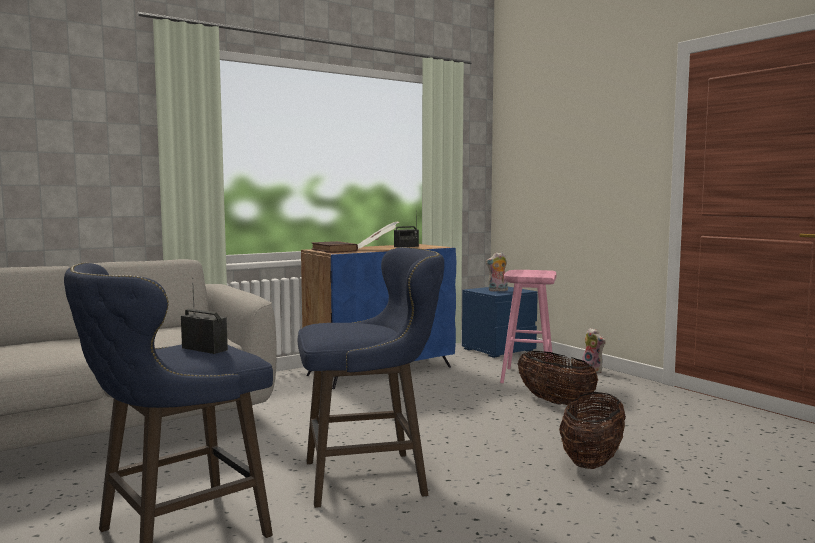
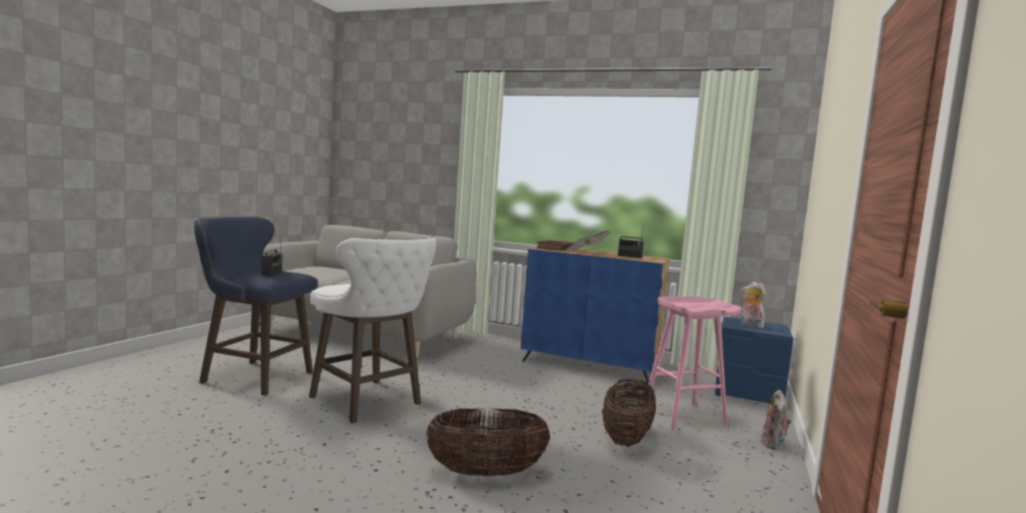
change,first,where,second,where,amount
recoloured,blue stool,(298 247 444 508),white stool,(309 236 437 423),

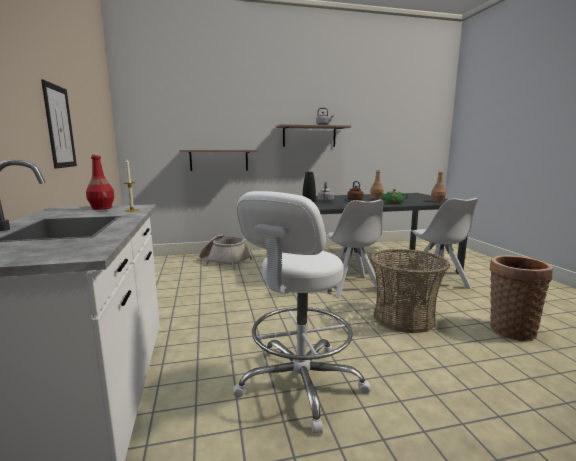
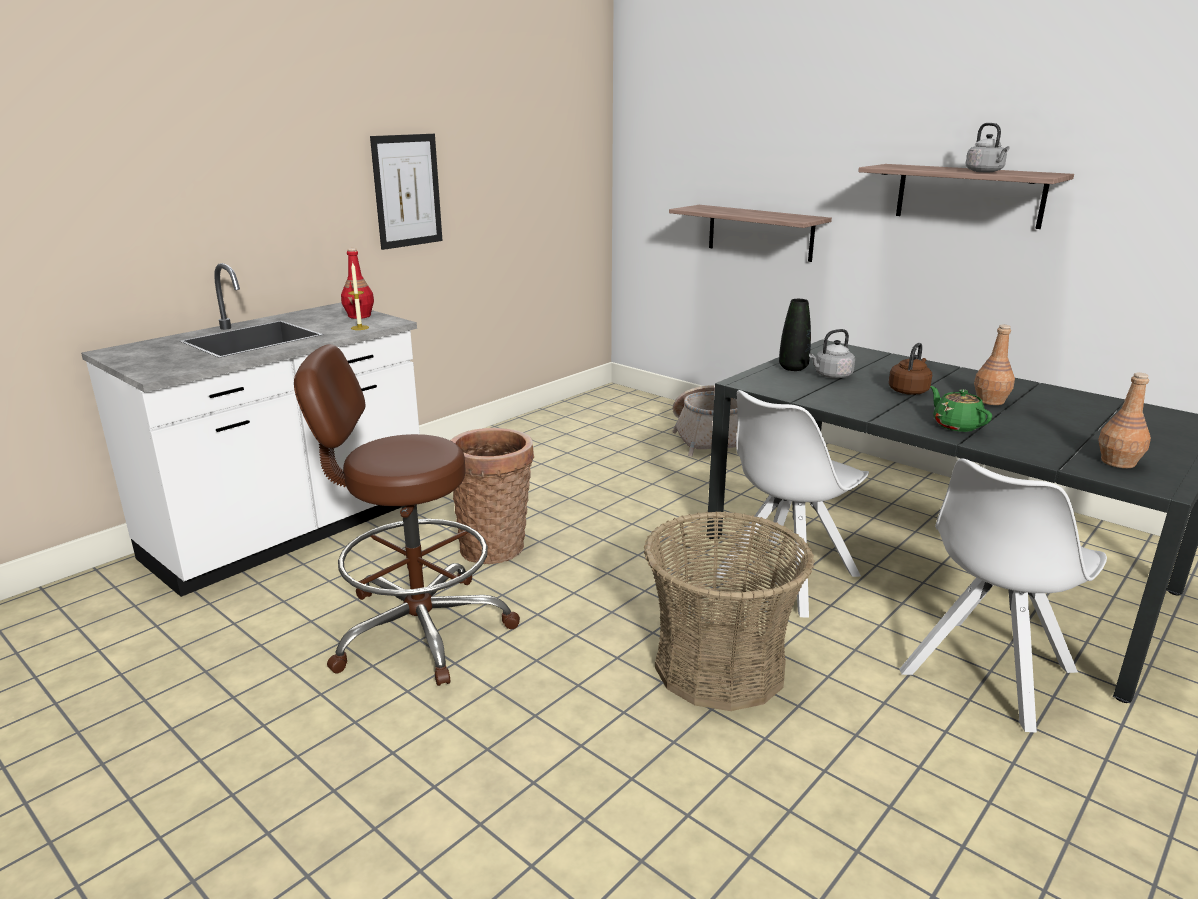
change,first,where,second,where,amount
recoloured,white stool,(233 191 371 434),brown stool,(294 344 520 686),
moved,basket,(490 255 553 341),,(450 428 534 564),

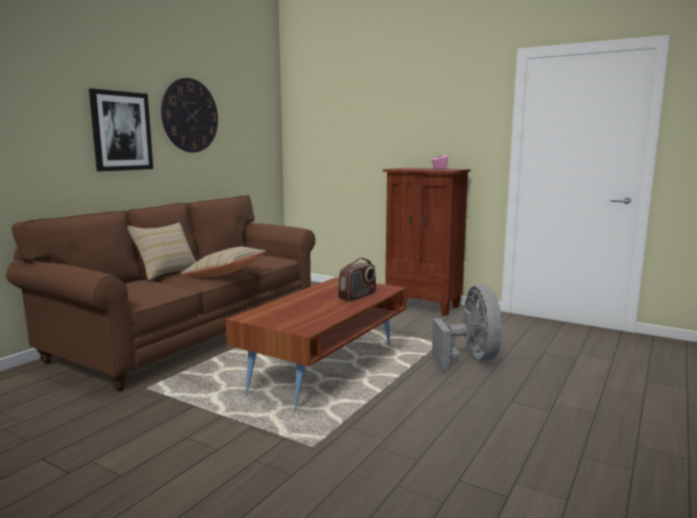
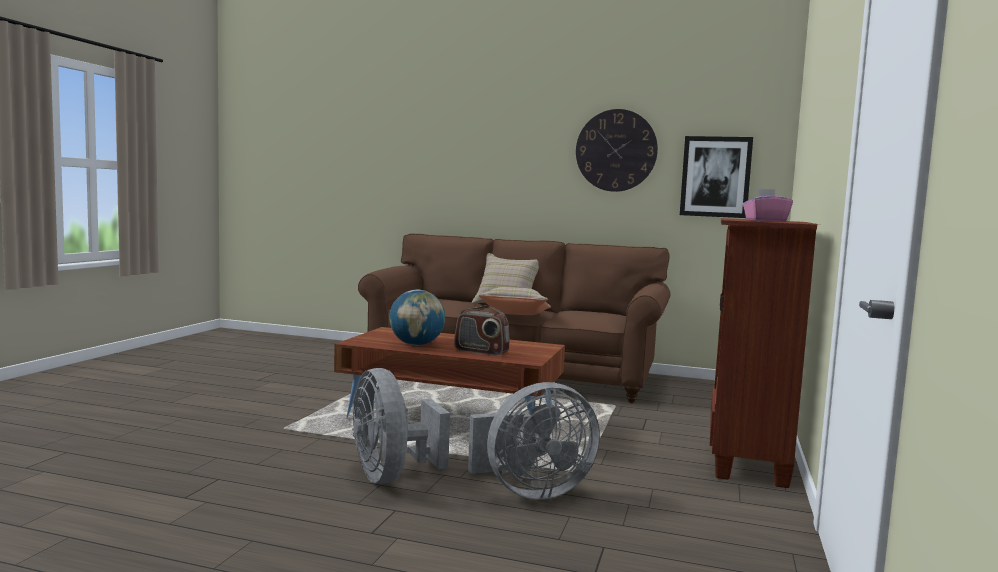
change,first,where,second,where,amount
moved,picture,(89 88 153 171),,(680 136 753 218),
added,,,globe,(389 290 445 345),
added,,,grey fan,(352 368 450 484),

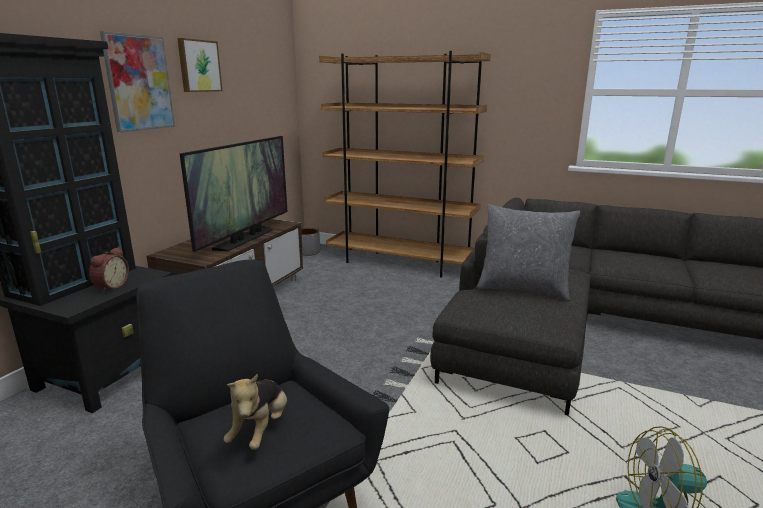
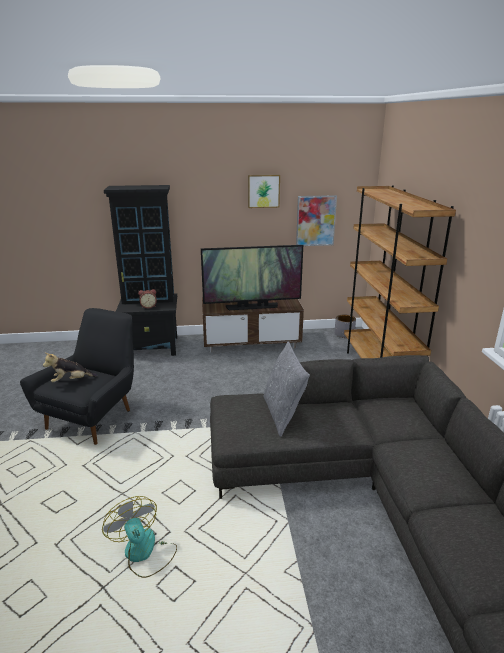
change,first,where,second,where,amount
moved,picture,(100 31 175 132),,(296 195 337 246),

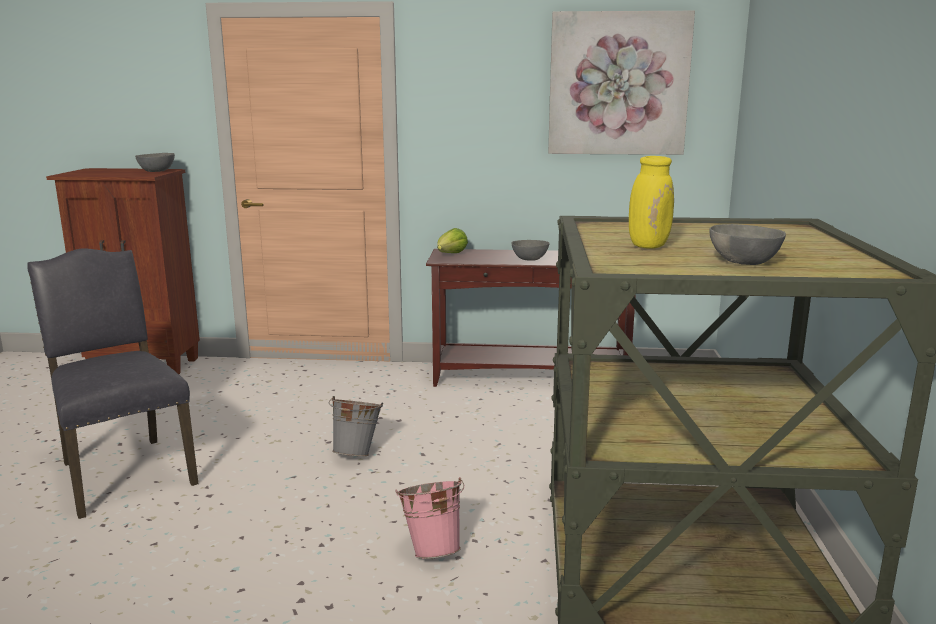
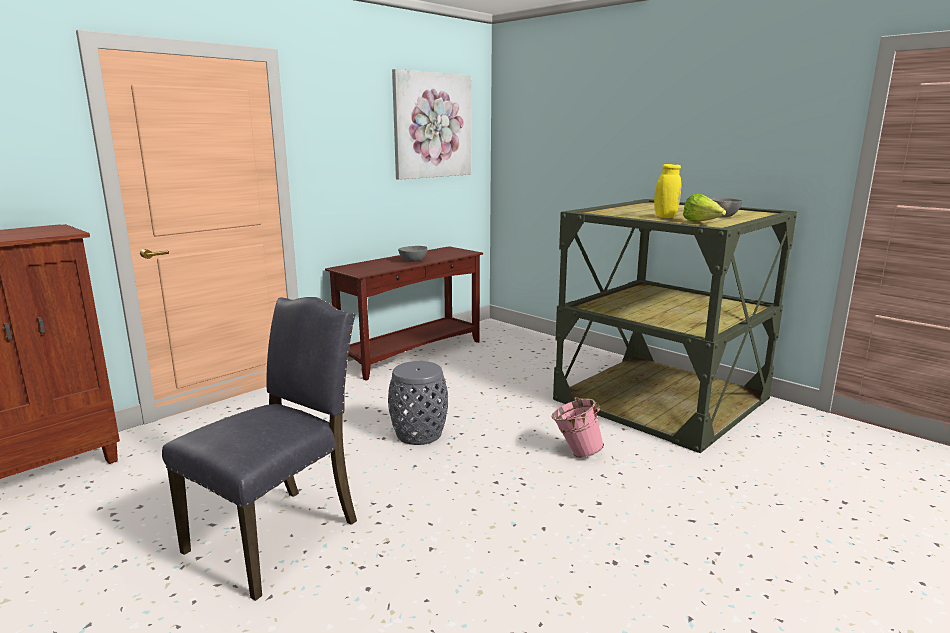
change,first,where,second,where,amount
removed,grey bowl,(135 153 175 172),,,
moved,lettuce,(437 228 468 253),,(683 193 726 222),
turned,grey chair,(27 248 198 519),,(162 297 357 601),120 degrees clockwise
replaced,grey bucket,(329 396 383 456),grey stool,(388 361 448 445),

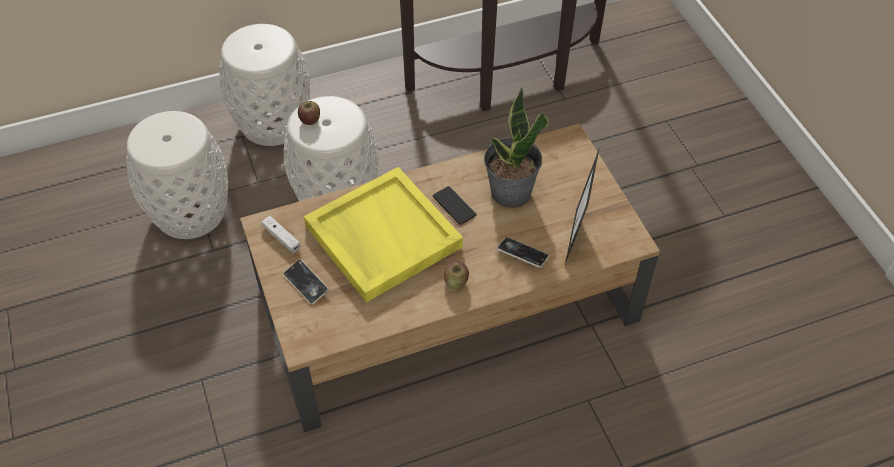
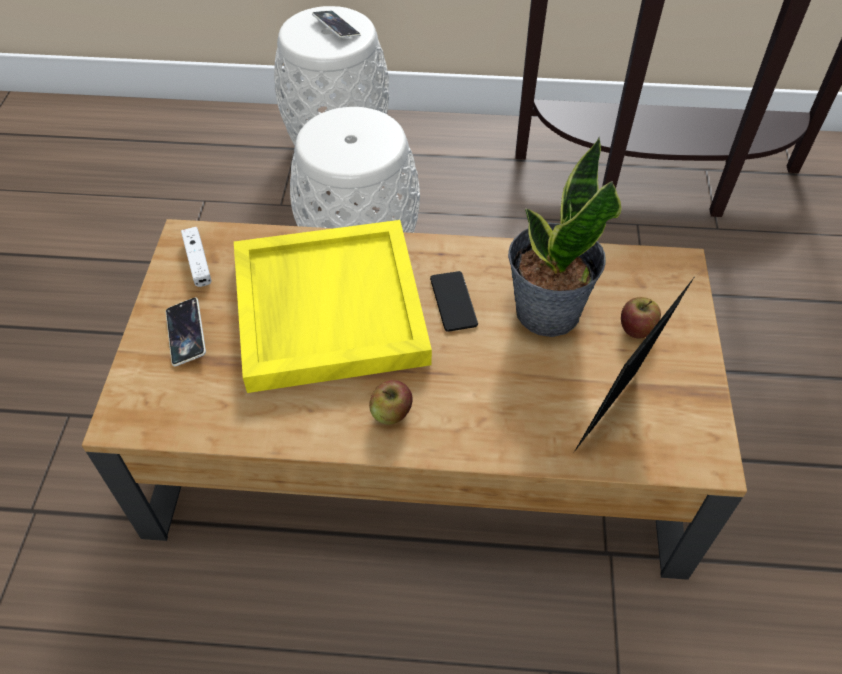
change,first,where,second,where,amount
moved,apple,(298 101 320 125),,(621 297 661 338),
removed,white stool,(126 111 228 239),,,
moved,phone,(497 237 549 268),,(312 11 361 38),

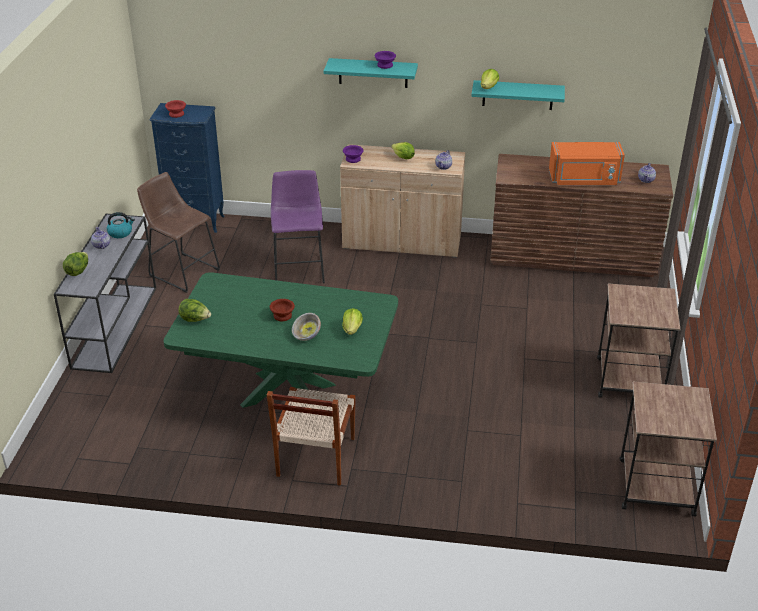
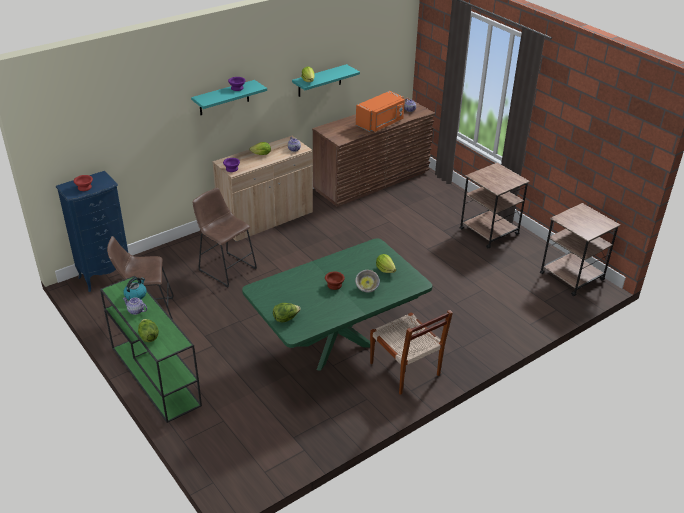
change,first,where,second,where,amount
recoloured,purple stool,(271 170 325 283),brown stool,(192 188 257 288),
recoloured,grey console table,(54 214 156 373),green console table,(100 276 202 423),

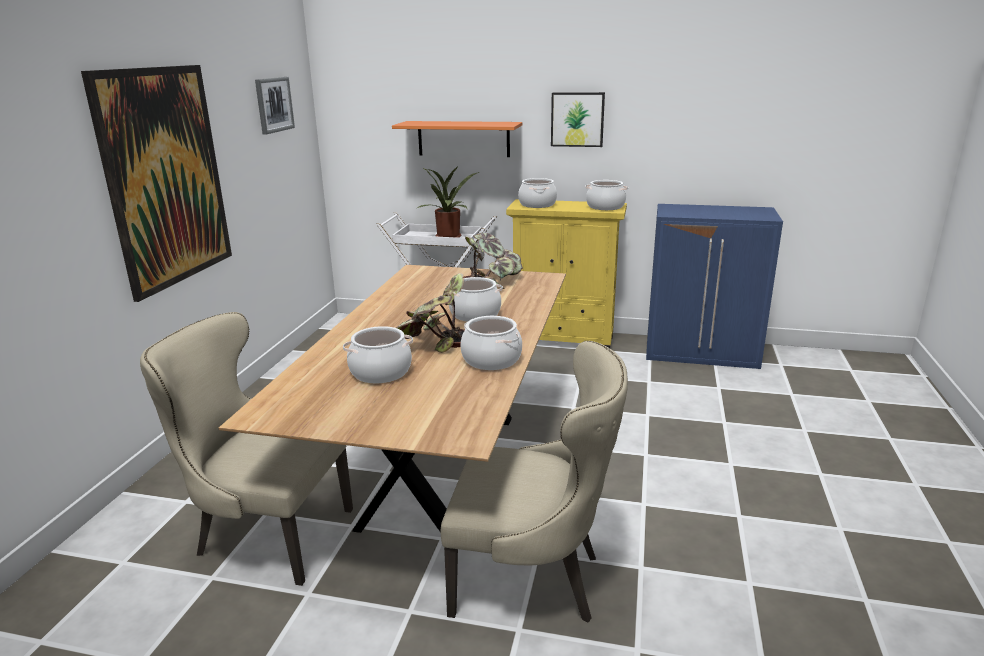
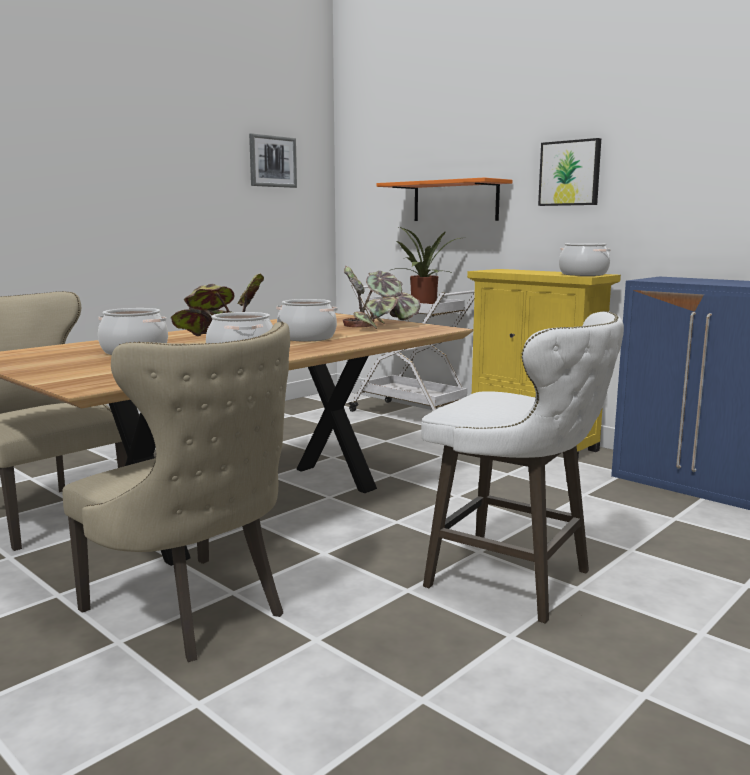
change,first,where,second,where,amount
removed,picture,(81 65 232 302),,,
removed,cooking pot,(518 178 557 208),,,
added,,,white stool,(421 311 624 624),

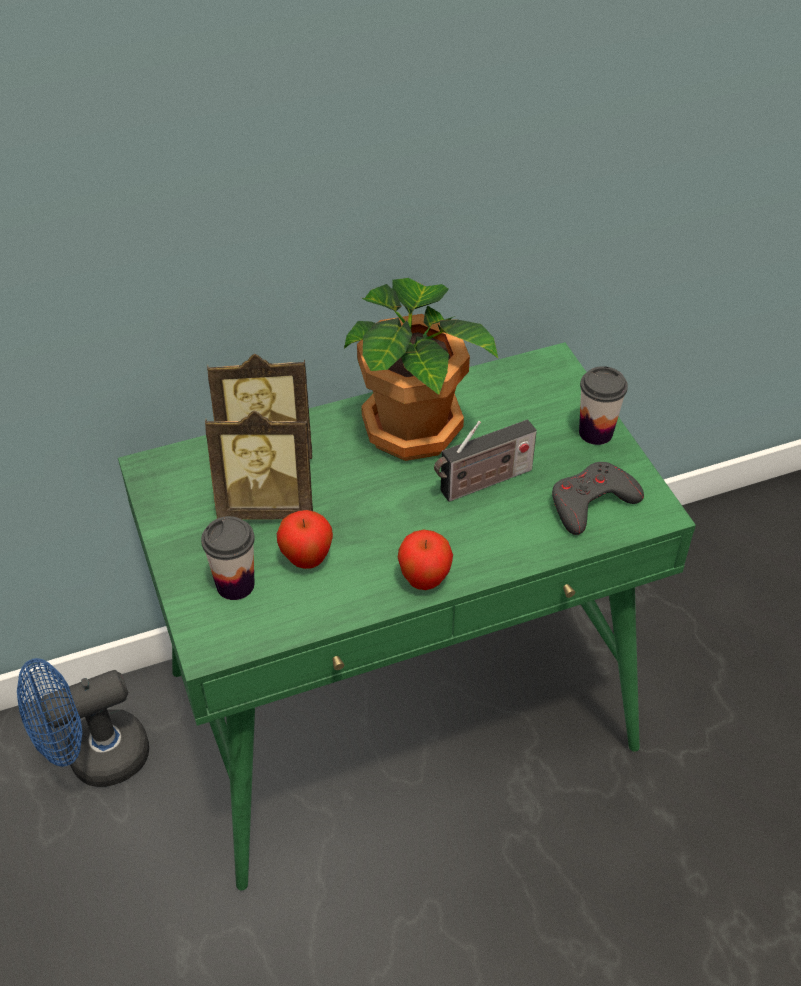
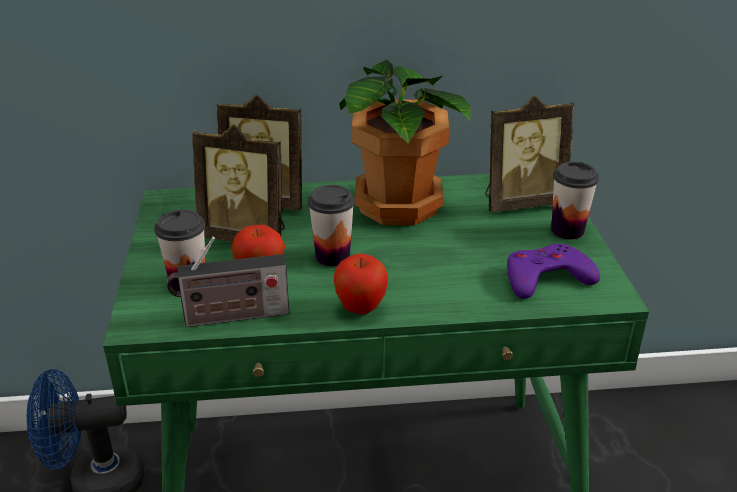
change,first,where,second,where,amount
moved,radio,(434 419 537 502),,(167 237 290 327),
recoloured,grey game controller,(552 462 644 535),purple game controller,(507 244 600 299),
added,,,picture frame,(485 95 574 212),
added,,,cup,(308 185 355 266),

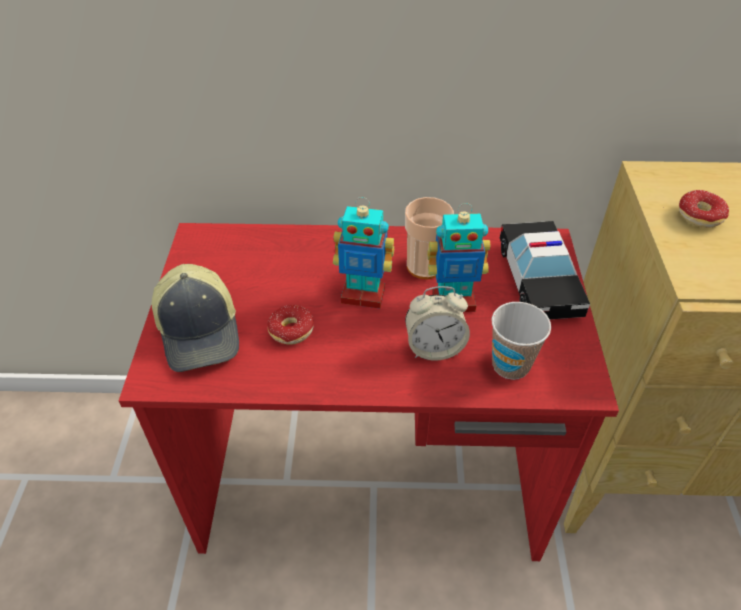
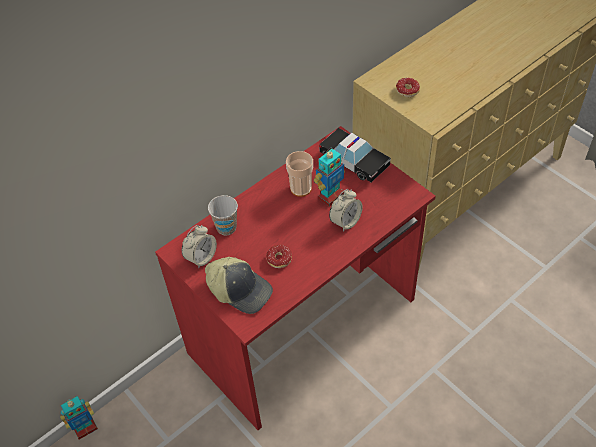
change,first,where,second,where,amount
moved,toy robot,(333 197 394 308),,(60 396 98 439),
moved,cup,(492 302 551 380),,(208 195 238 236),
added,,,alarm clock,(182 225 217 268),

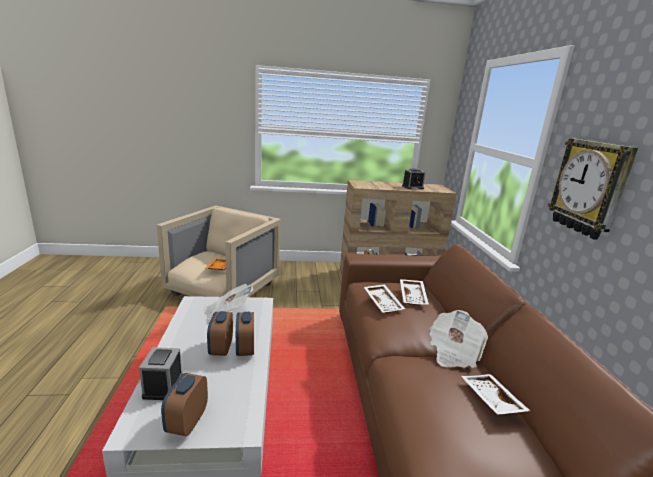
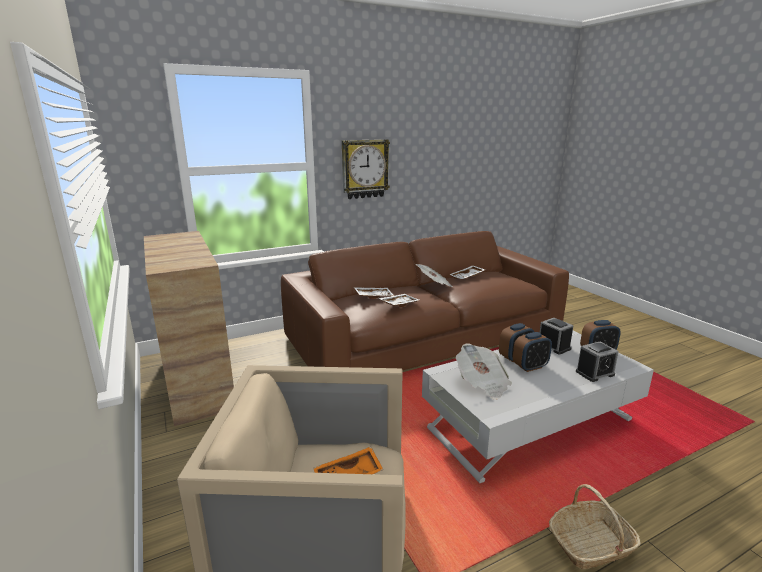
change,first,where,second,where,amount
moved,alarm clock,(402 168 426 189),,(539 318 574 354),
added,,,basket,(549 484 641 569),

